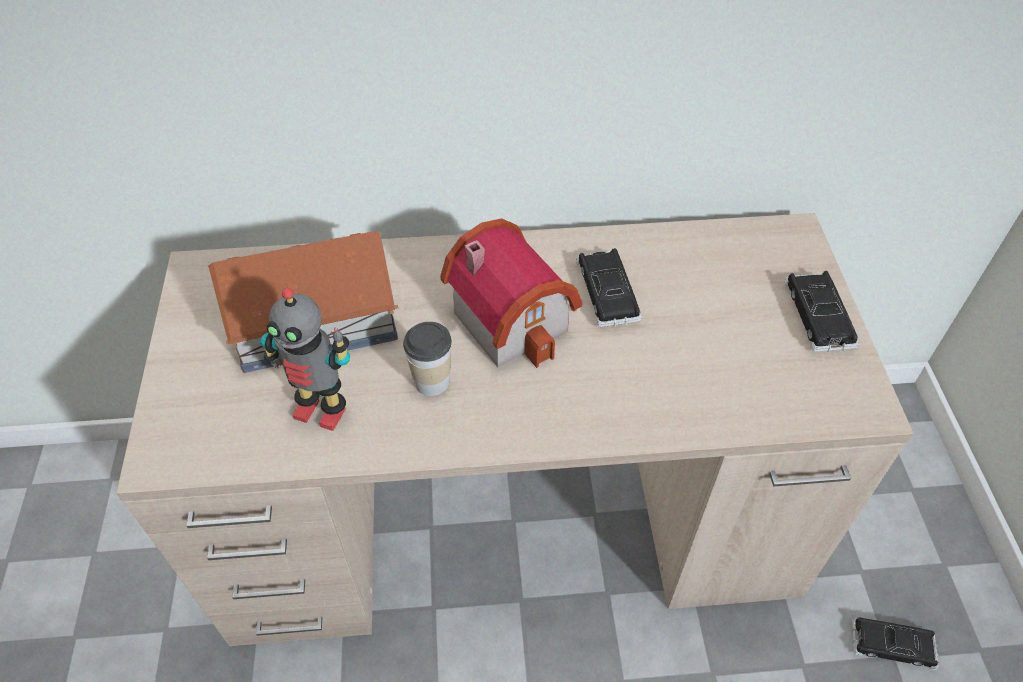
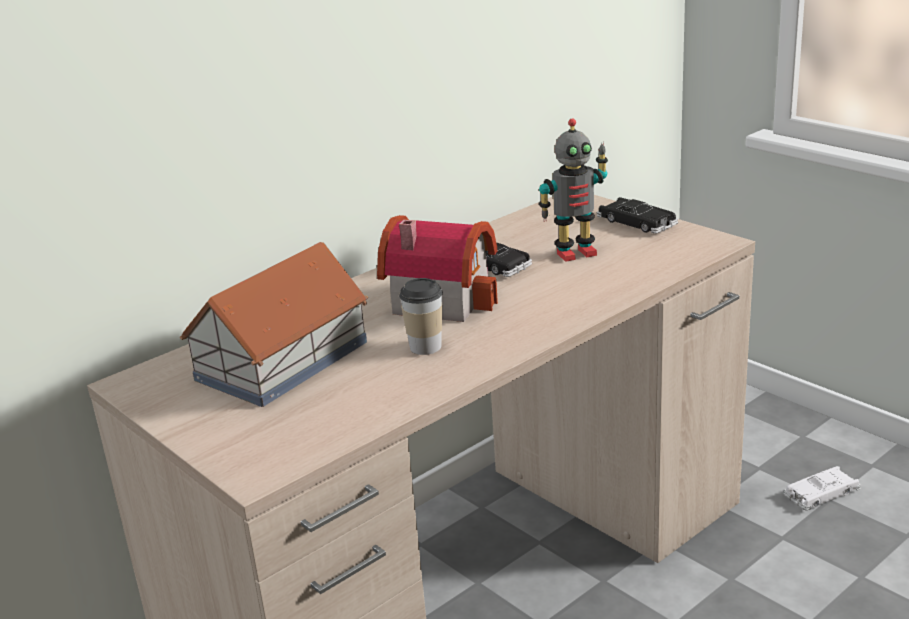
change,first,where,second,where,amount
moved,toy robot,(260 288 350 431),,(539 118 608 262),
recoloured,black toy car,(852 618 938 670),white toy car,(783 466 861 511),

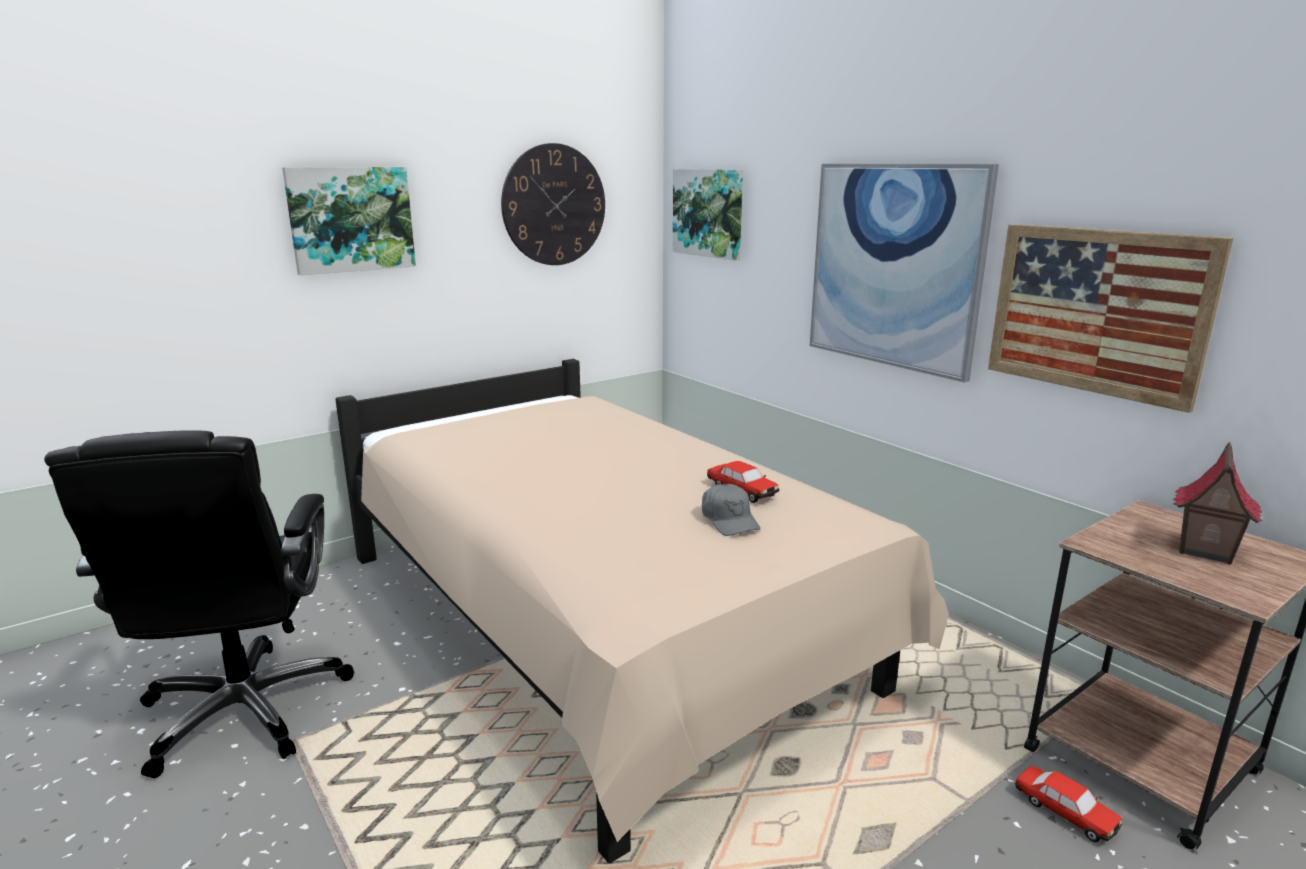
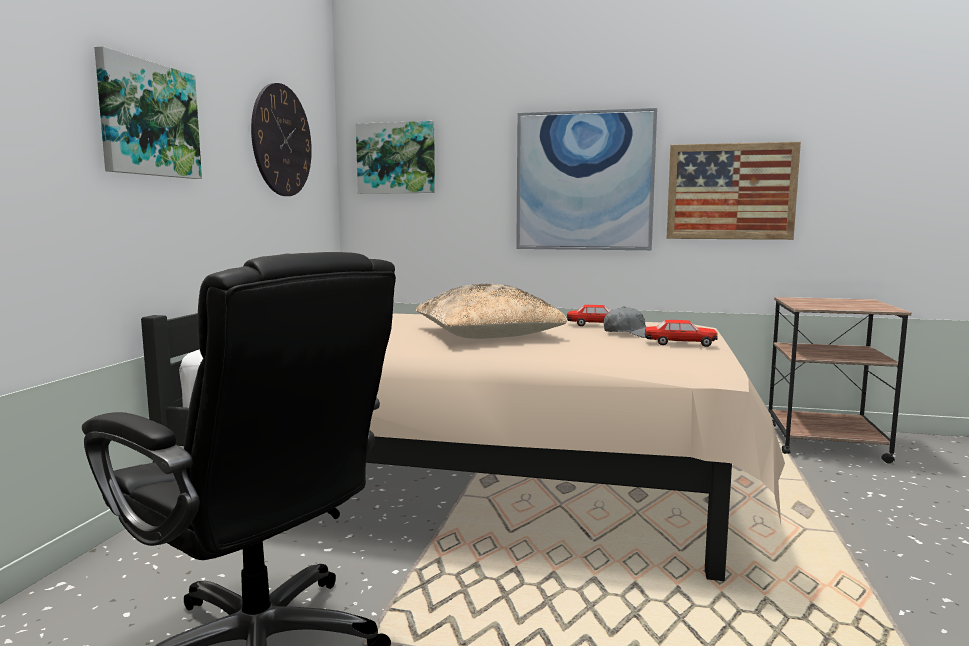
change,first,where,second,where,amount
removed,toy house,(1173 442 1262 565),,,
moved,toy car,(1015 766 1122 842),,(645 320 718 347),
added,,,beige pillow,(415 284 567 339),

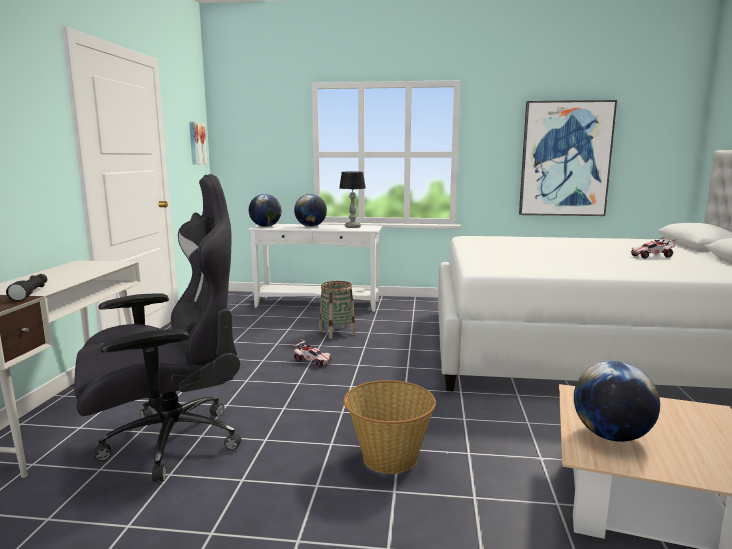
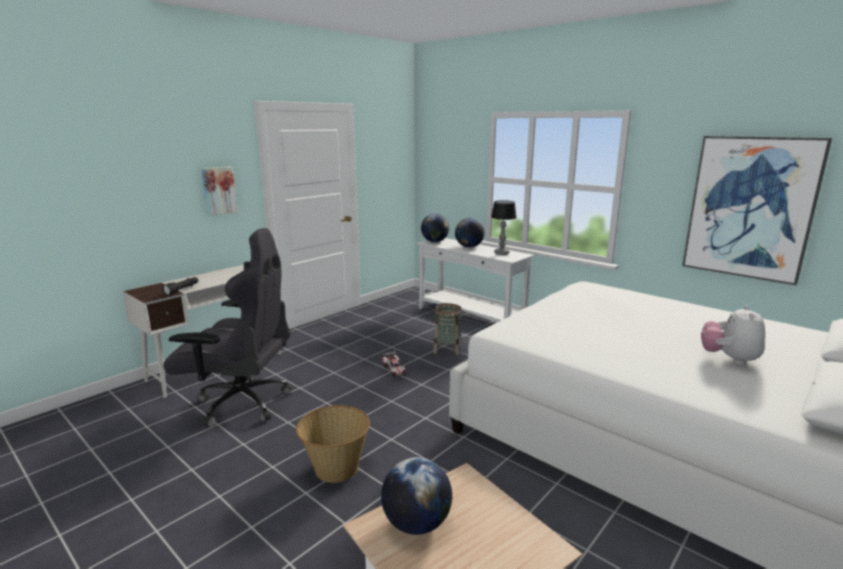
change,first,where,second,where,amount
moved,picture,(189 121 208 165),,(201 166 238 216),
replaced,toy car,(631 237 677 259),plush toy,(701 305 765 365),

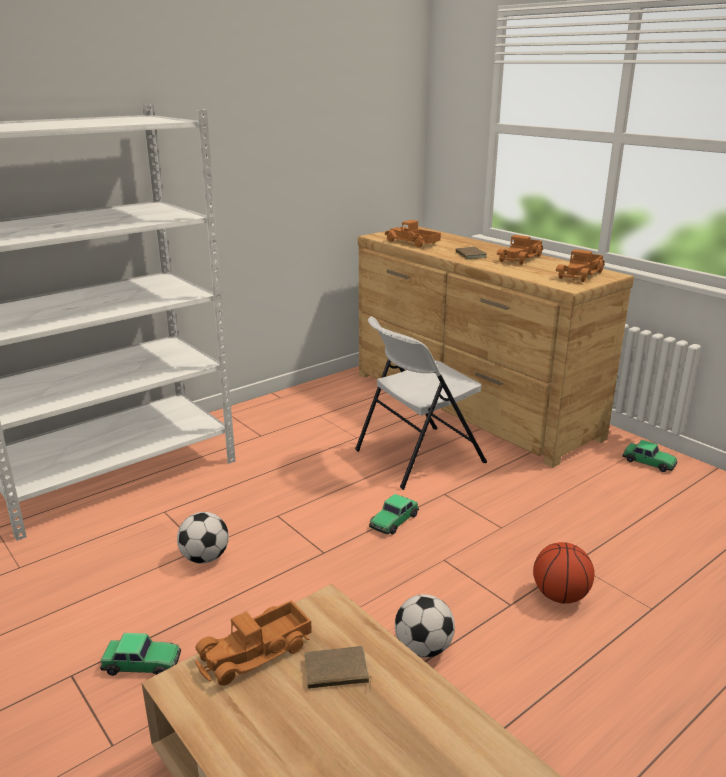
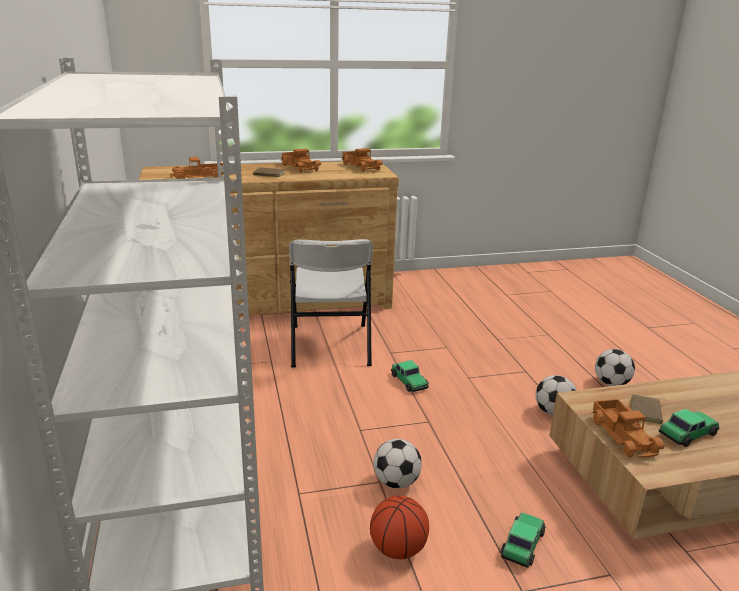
change,first,where,second,where,amount
moved,toy car,(623 440 678 472),,(659 409 719 447),
moved,basketball,(533 542 595 604),,(370 496 429 559),
added,,,football,(595 349 635 386),

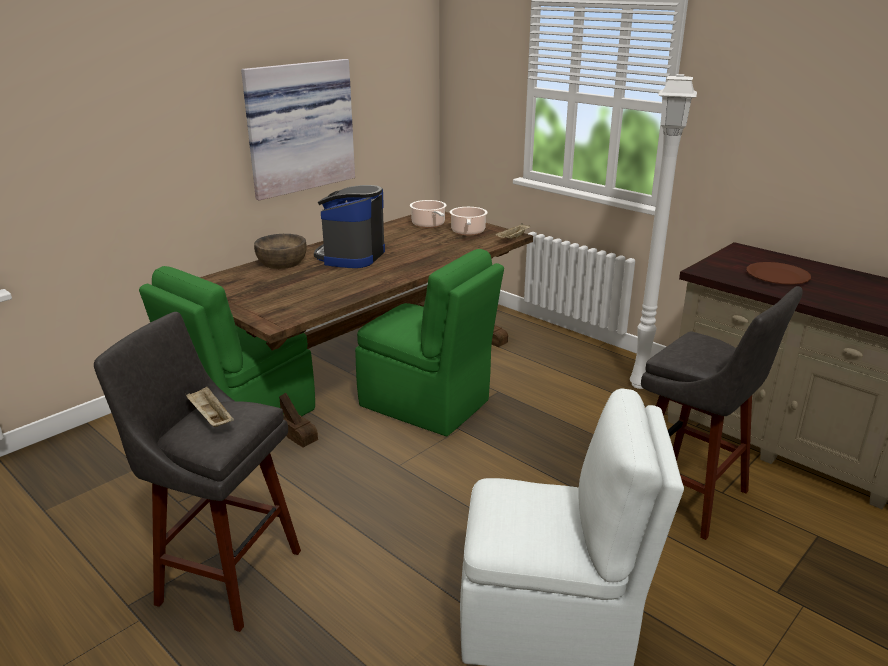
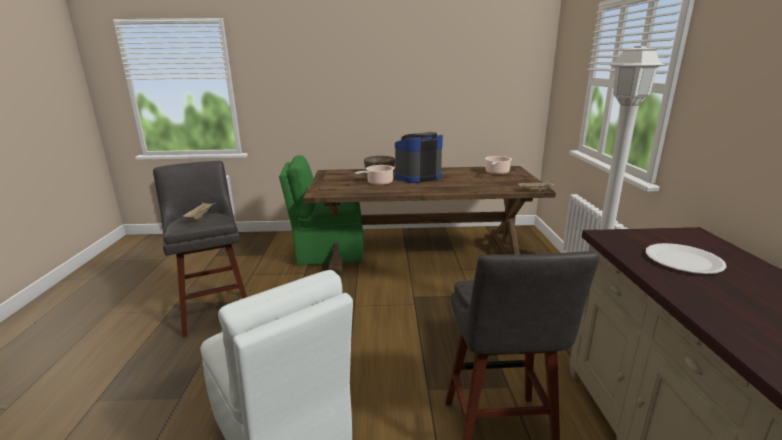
change,first,where,second,where,amount
removed,picture,(241 59 355 200),,,
moved,cooking pot,(450 207 488 235),,(355 165 394 185),
removed,green chair,(355 249 504 436),,,
recoloured,brown plate,(746 262 811 285),white plate,(646 243 727 274),

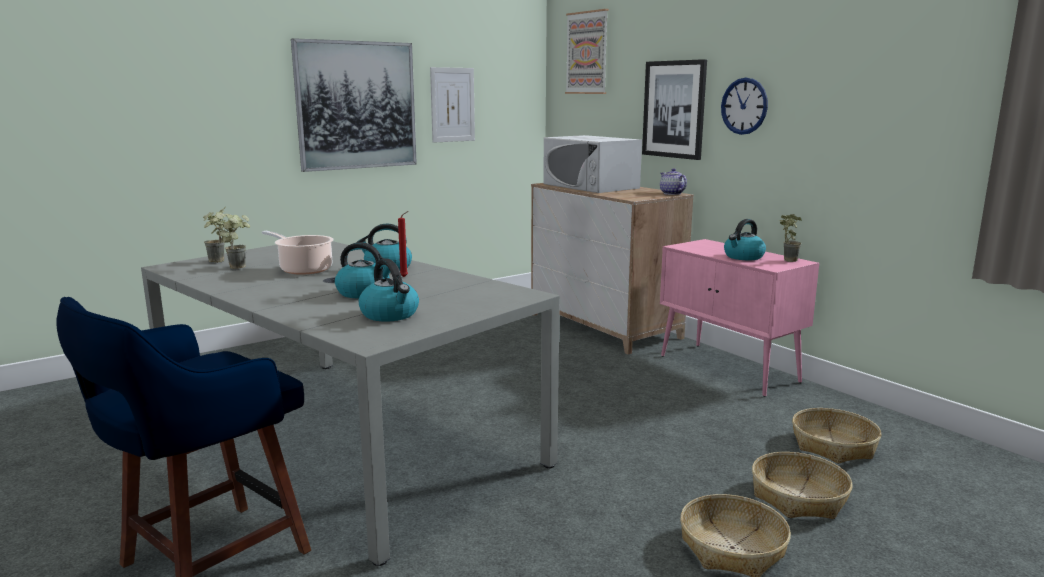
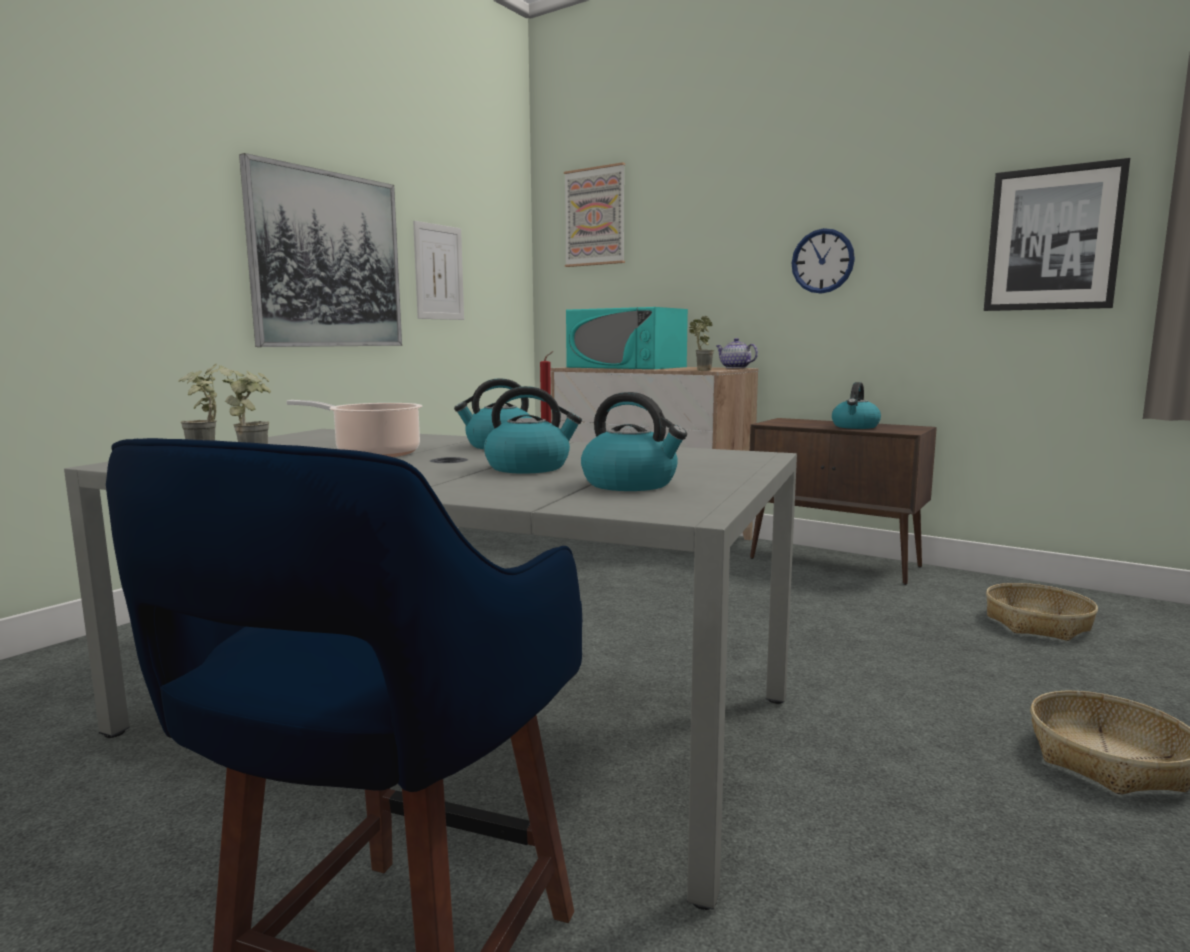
change,first,where,second,where,amount
moved,picture,(642 59 707 160),,(984 158 1130 311),
recoloured,white microwave,(543 135 642 193),turquoise microwave,(566 307 688 369),
moved,potted plant,(779 214 802 262),,(689 316 714 371),
recoloured,pink cabinet,(660 239 819 397),brown cabinet,(750 418 937 585),
removed,basket,(752 452 853 519),,,

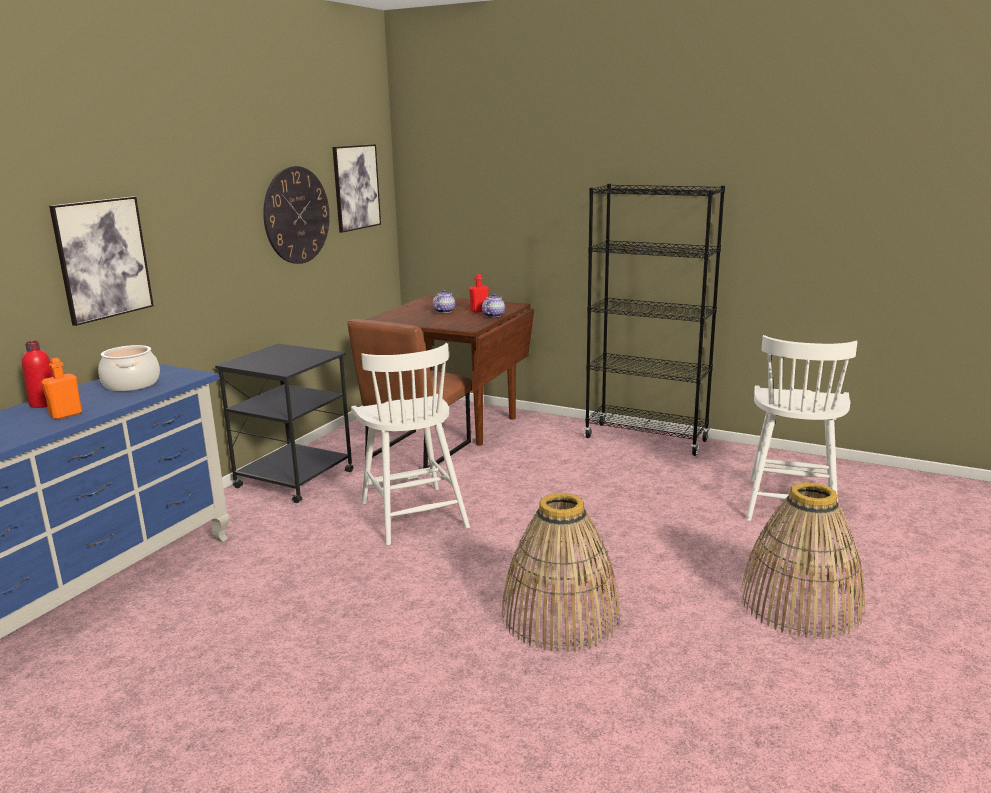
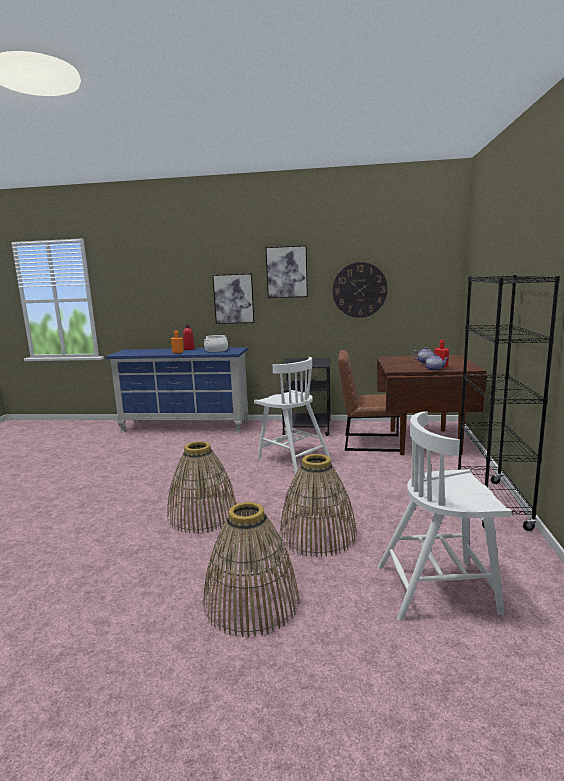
change,first,where,second,where,amount
moved,picture,(332 144 381 233),,(266 245 308 298),
turned,white chair,(351 343 470 545),,(254 357 331 474),90 degrees counterclockwise
added,,,basket,(280 454 357 557),

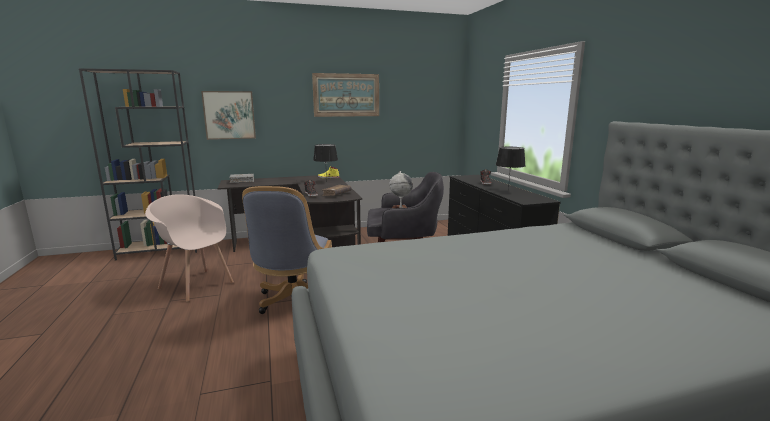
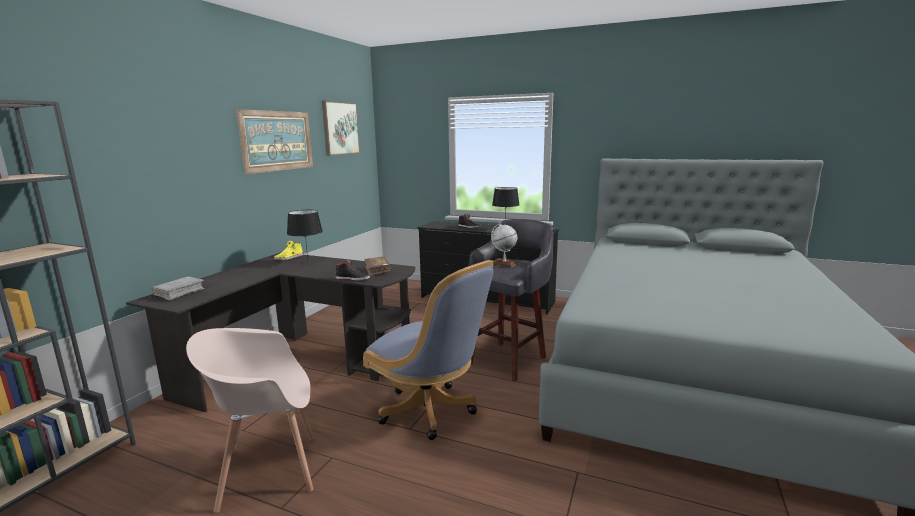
change,first,where,second,where,amount
moved,picture,(201 91 256 140),,(322 100 360 156),

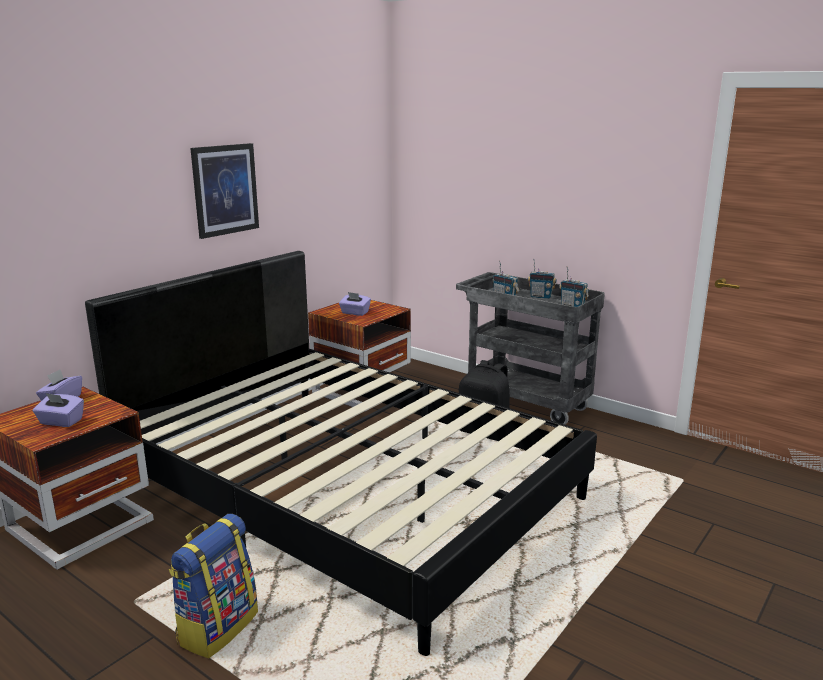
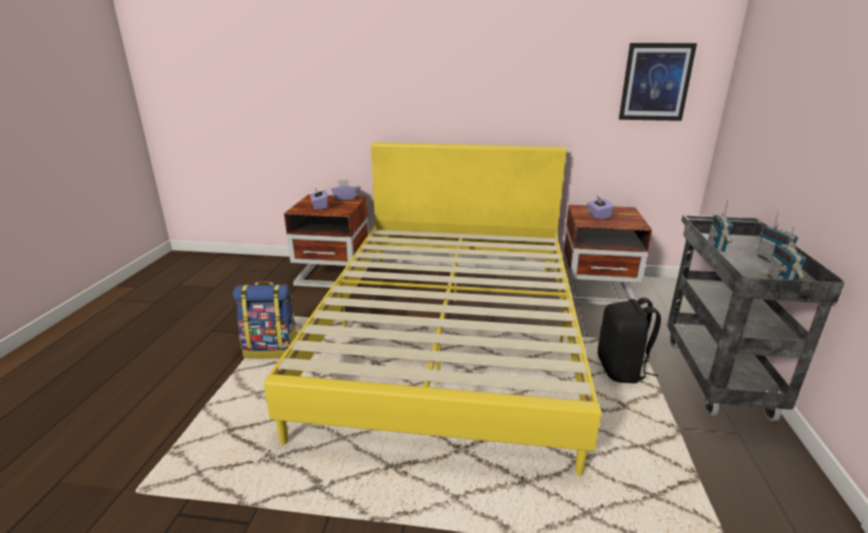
change,first,where,second,where,amount
moved,picture,(190 143 259 239),,(619 43 697 121),
recoloured,black bed,(85 251 597 656),yellow bed,(264 142 602 476),

